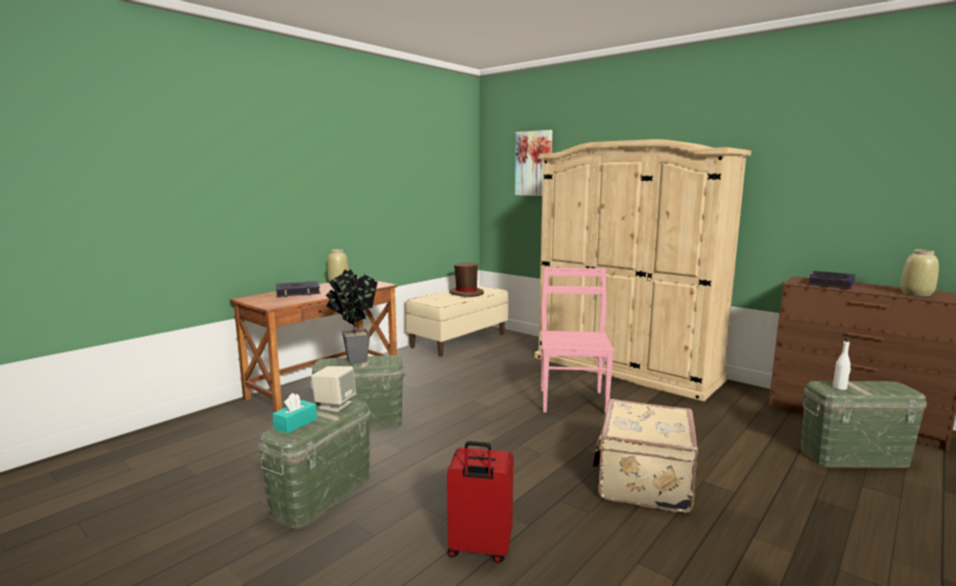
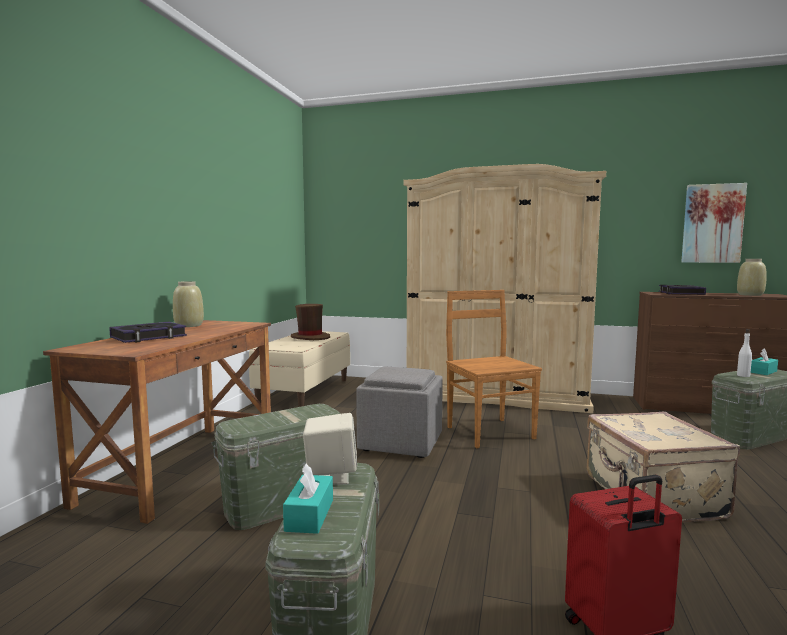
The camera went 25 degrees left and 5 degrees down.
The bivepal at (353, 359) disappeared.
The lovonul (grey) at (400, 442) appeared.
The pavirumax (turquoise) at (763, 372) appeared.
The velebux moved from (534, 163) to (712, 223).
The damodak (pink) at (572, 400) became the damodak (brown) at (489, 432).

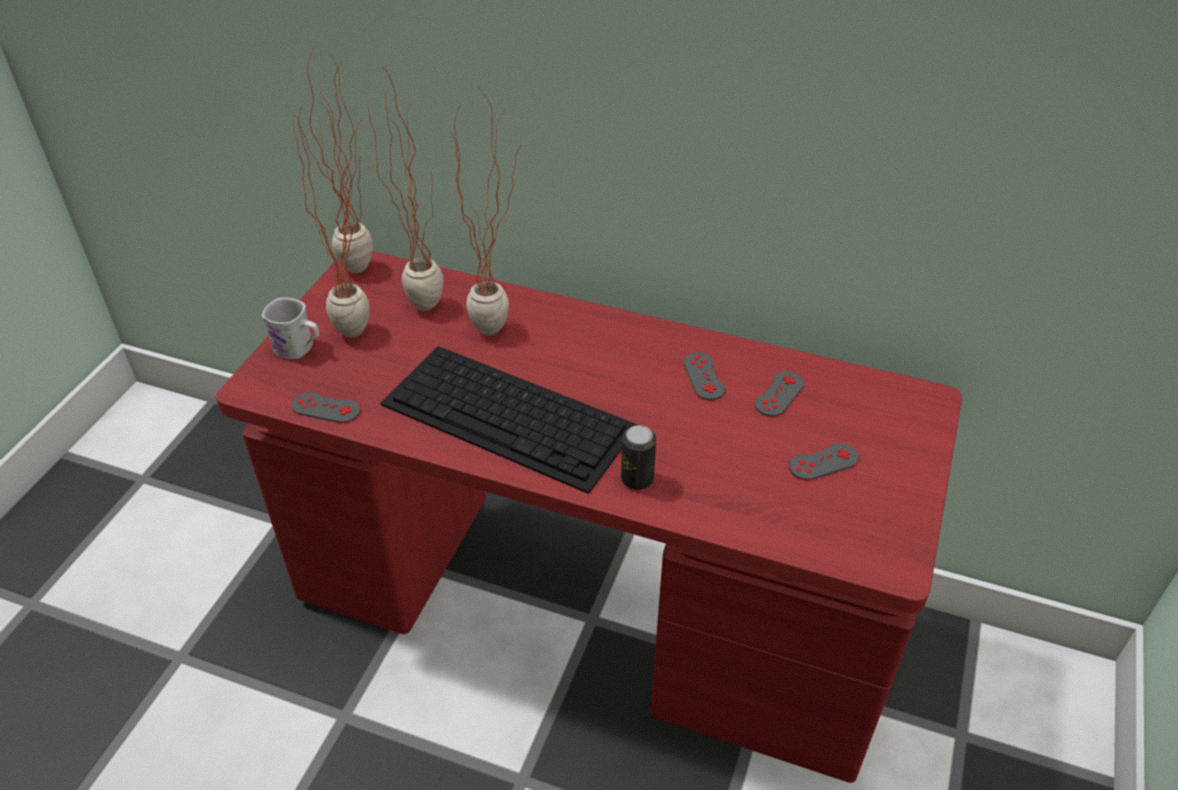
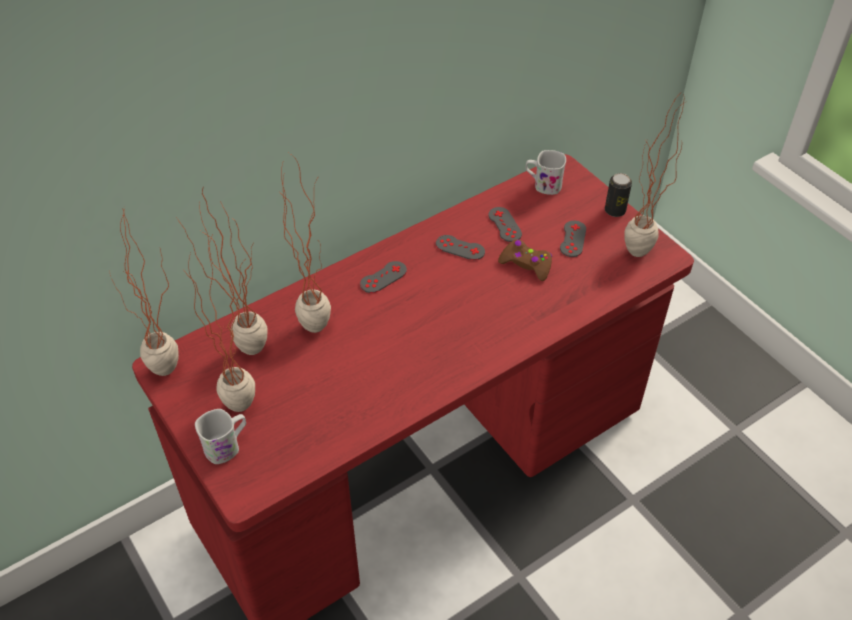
The camera went 55 degrees left and 5 degrees up.
The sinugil at (510, 415) disappeared.
The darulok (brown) at (526, 264) appeared.
The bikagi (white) at (543, 185) appeared.
The bivepal at (635, 259) appeared.
The darulok (grey) moved from (326, 408) to (383, 277).
The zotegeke moved from (637, 479) to (615, 210).

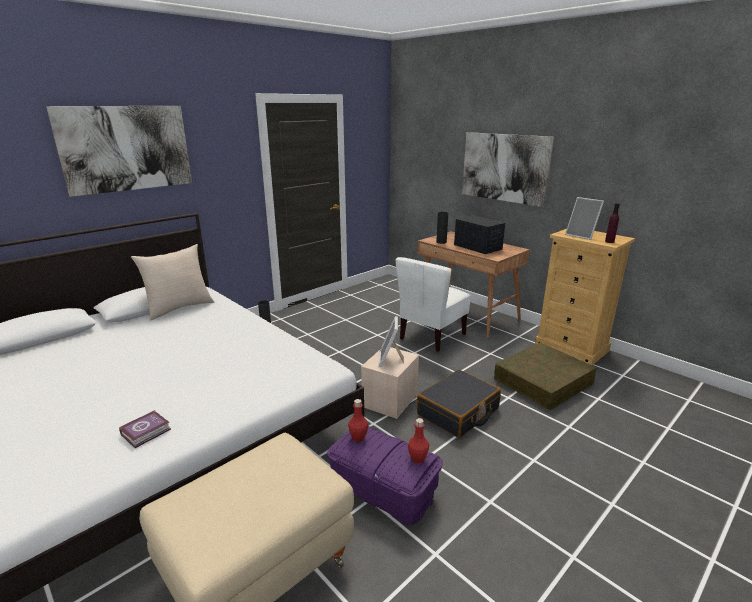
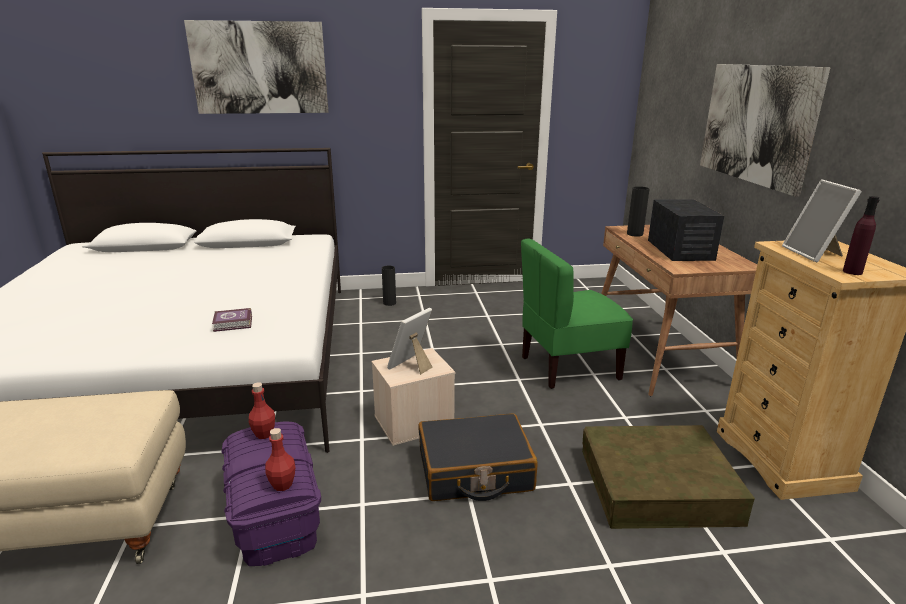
The camera went 35 degrees right and 0 degrees up.
The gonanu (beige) at (179, 308) disappeared.
The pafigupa moved from (147, 432) to (234, 324).
The damodak (white) at (431, 336) became the damodak (green) at (568, 367).

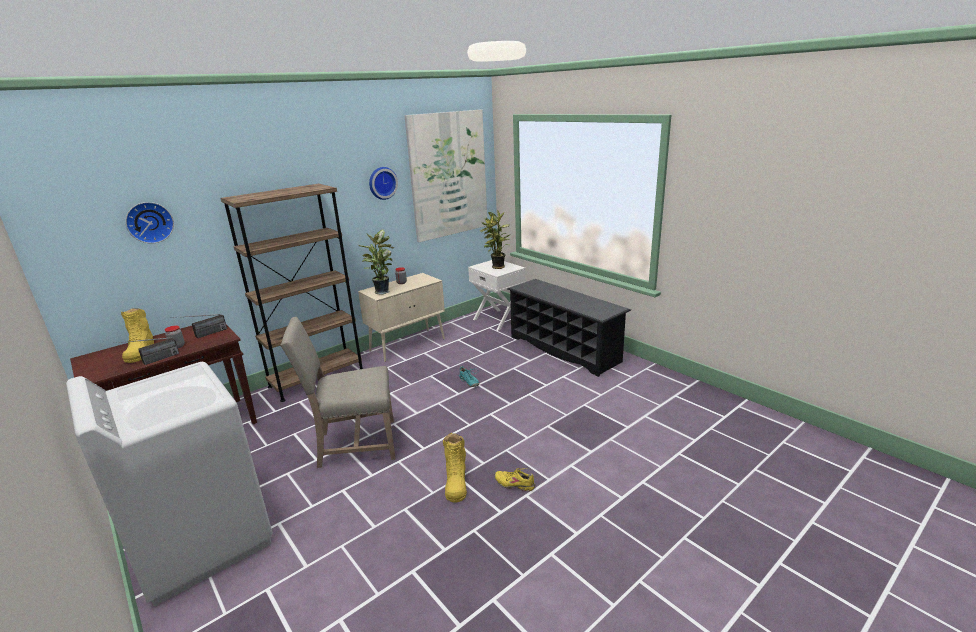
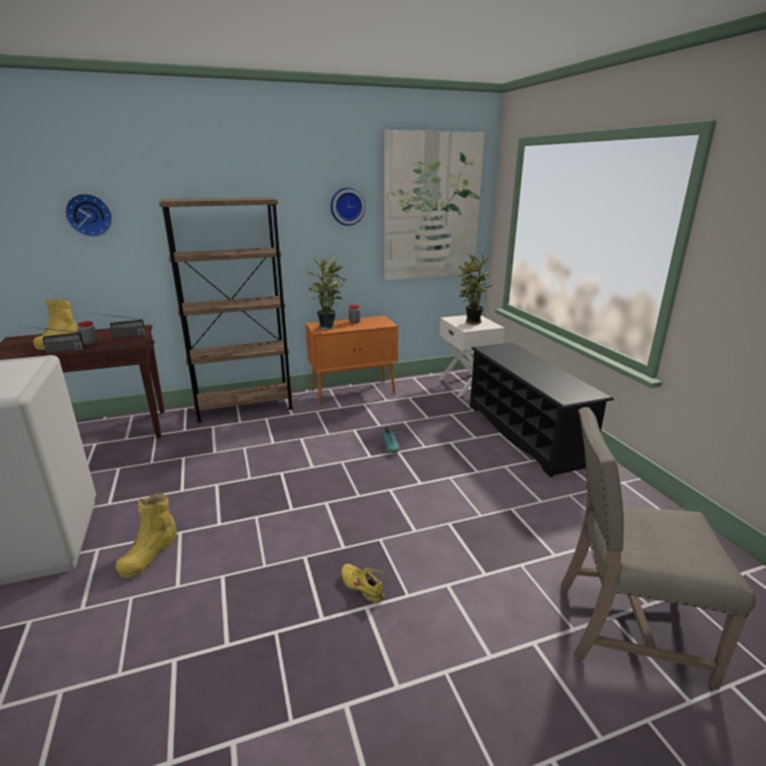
The camera went 20 degrees right and 0 degrees up.
The damodak (beige) moved from (354, 444) to (624, 627).
The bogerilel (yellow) moved from (456, 482) to (149, 553).
The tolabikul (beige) at (408, 345) became the tolabikul (orange) at (354, 392).

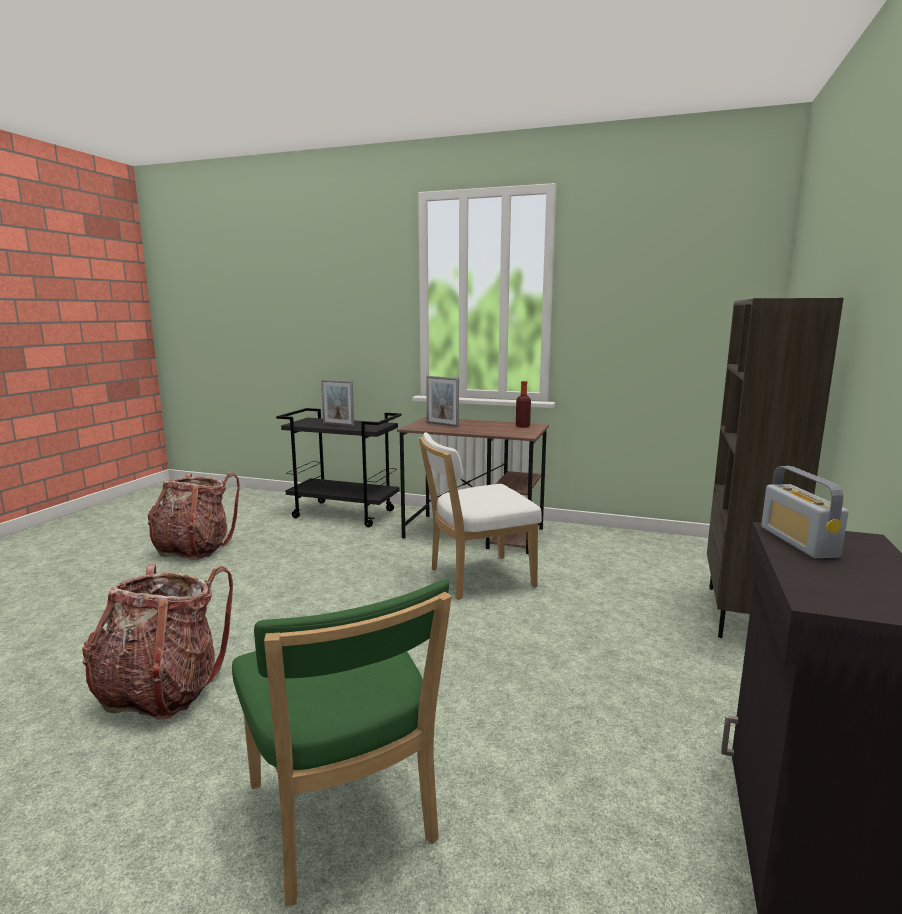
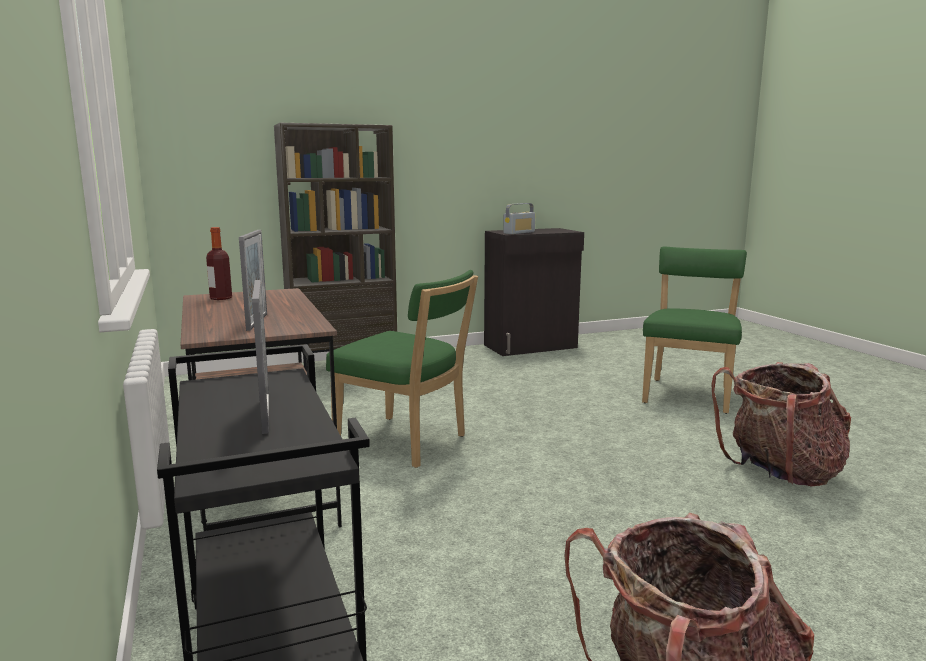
The camera went 130 degrees left and 0 degrees up.
The damodak (white) at (476, 578) became the damodak (green) at (406, 443).

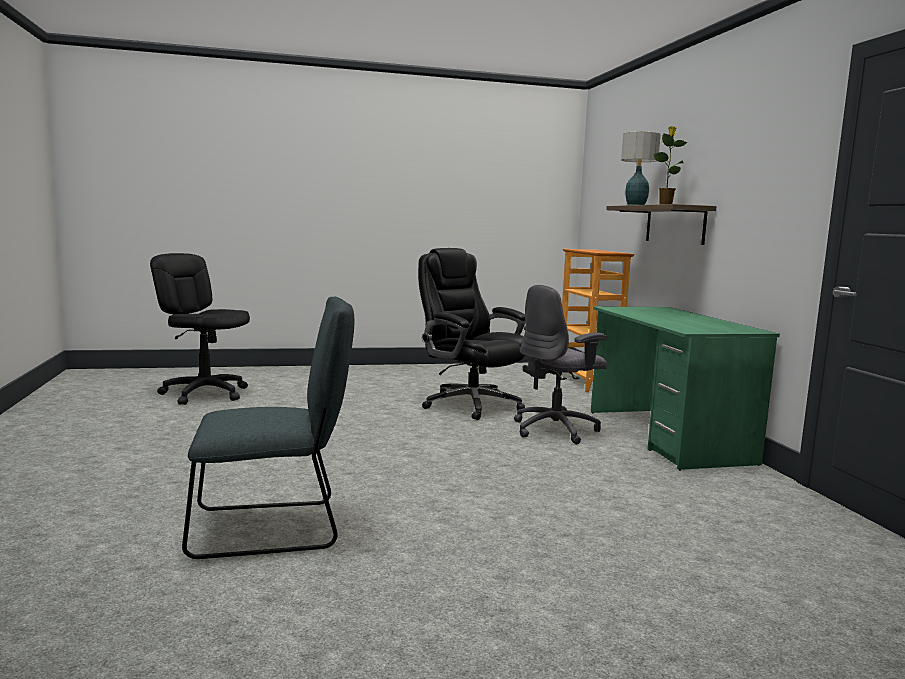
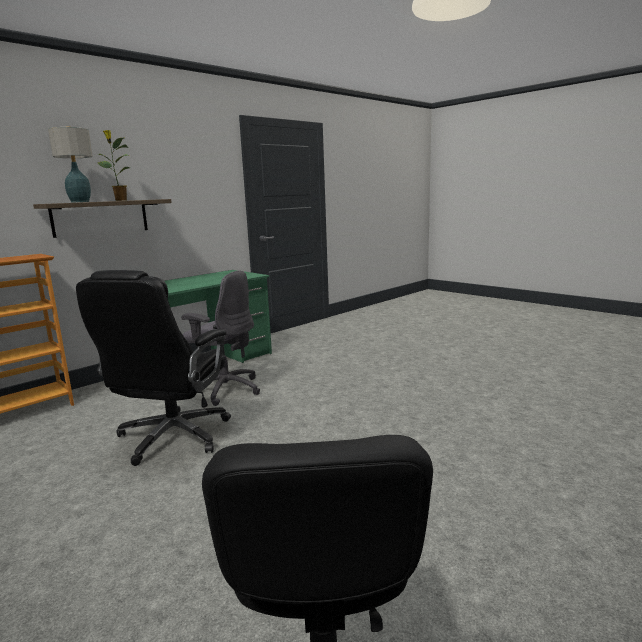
The camera went 120 degrees left and 5 degrees up.
The damodak (grey) at (273, 528) disappeared.

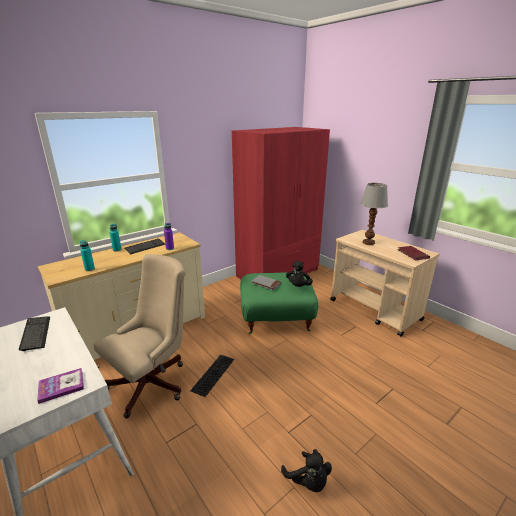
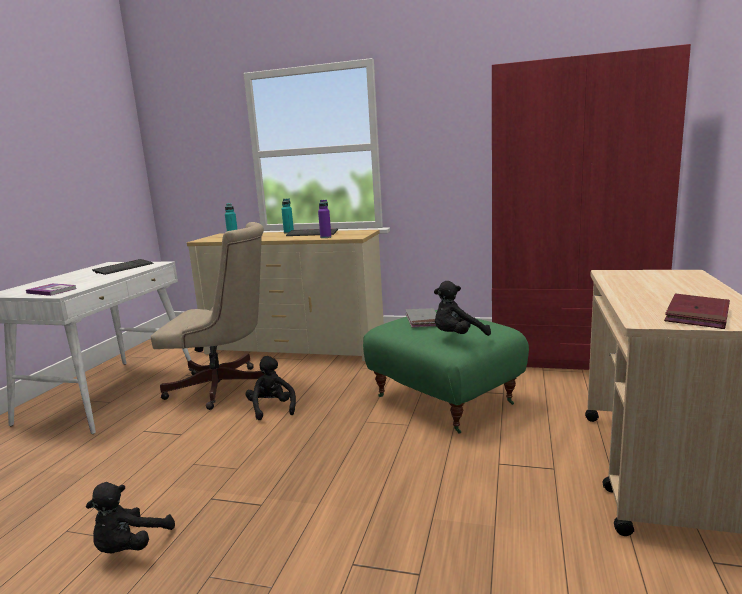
The camera went 55 degrees right and 10 degrees down.
The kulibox at (368, 242) disappeared.
The sinugil at (212, 373) was replaced by the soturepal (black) at (272, 408).

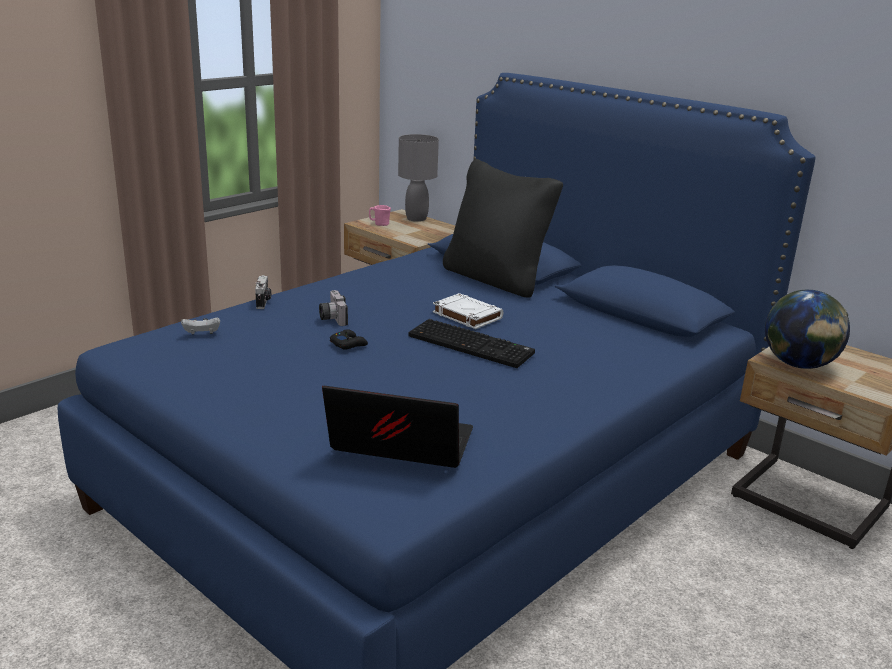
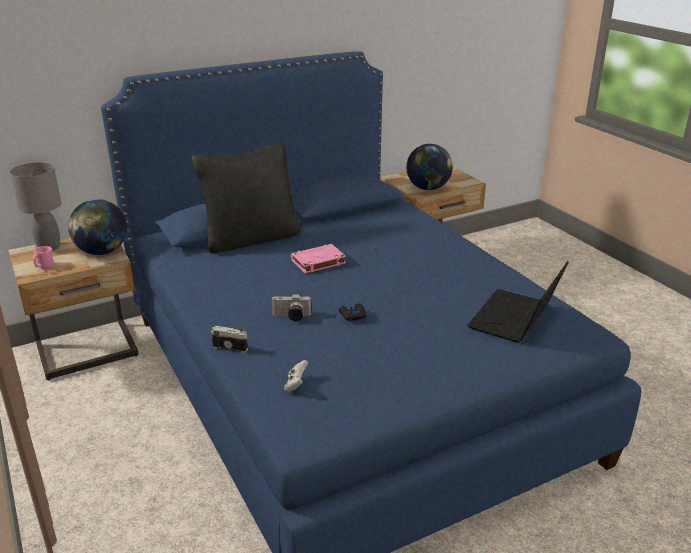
The camera went 70 degrees left and 5 degrees up.
The sinugil at (472, 345) disappeared.
The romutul at (102, 252) appeared.
The pafigupa (white) at (466, 315) became the pafigupa (pink) at (318, 262).

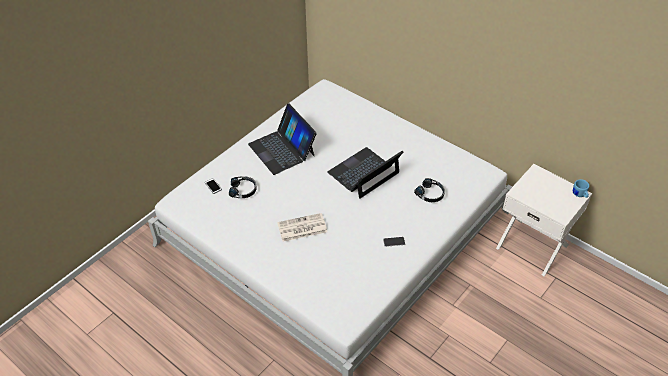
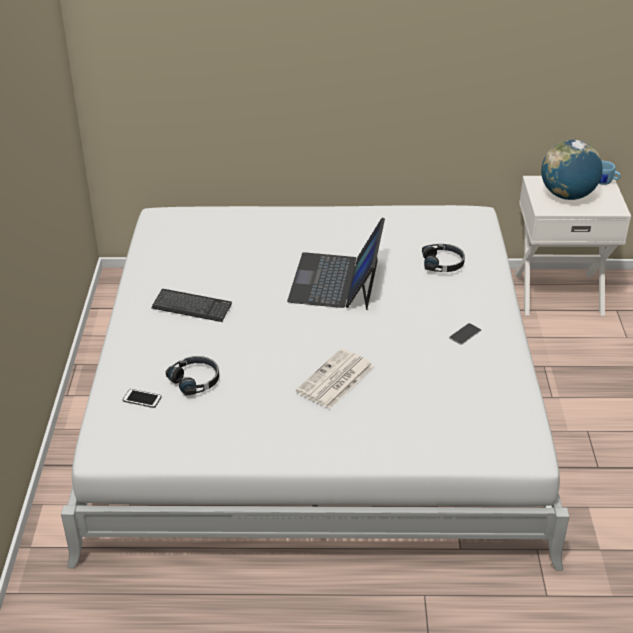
The camera went 40 degrees left and 10 degrees down.
The romutul at (567, 195) appeared.
The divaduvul at (282, 149) was replaced by the sinugil at (192, 307).

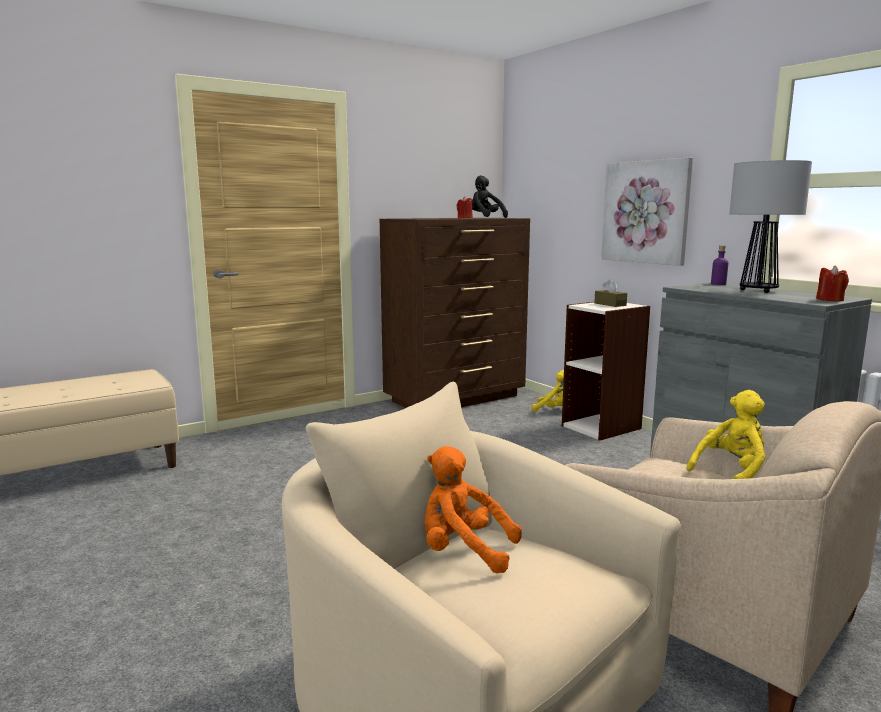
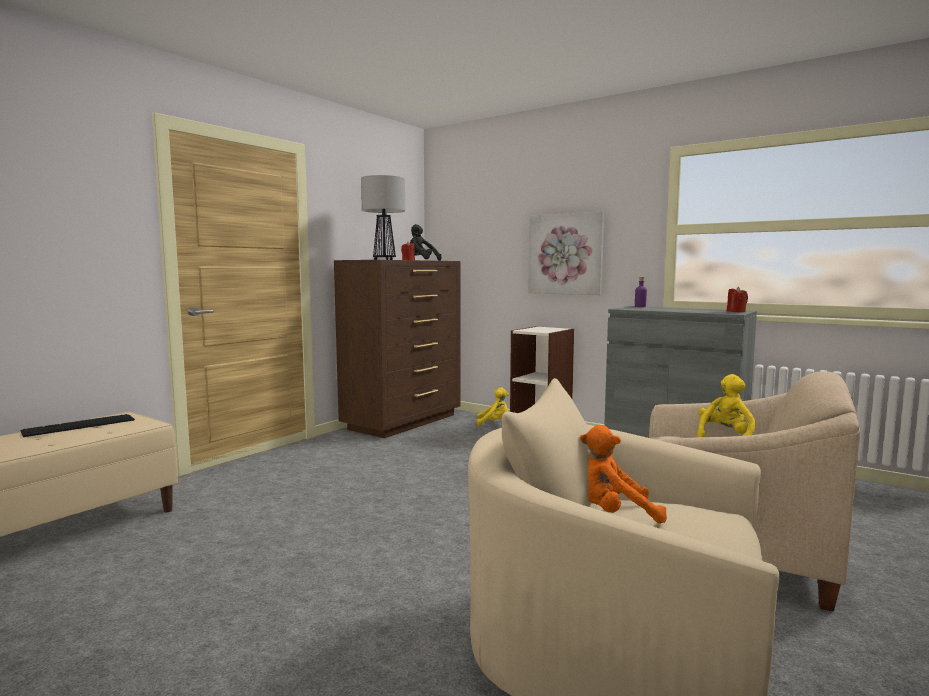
The camera went 20 degrees left and 5 degrees down.
The pavirumax (brown) at (610, 304) disappeared.
The sinugil at (79, 425) appeared.
The kulibox moved from (758, 290) to (384, 259).

